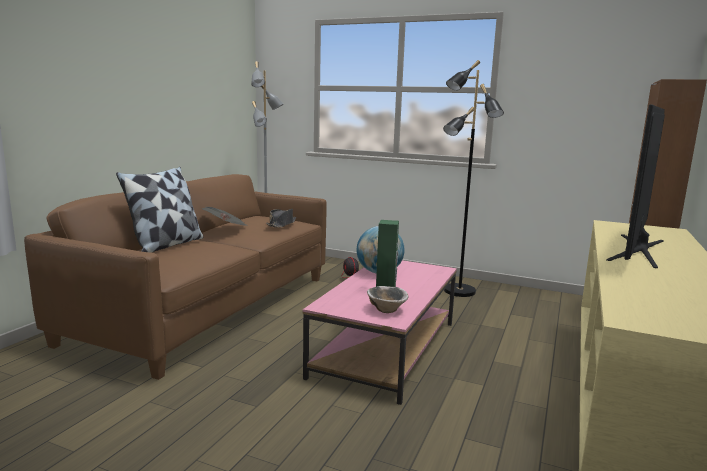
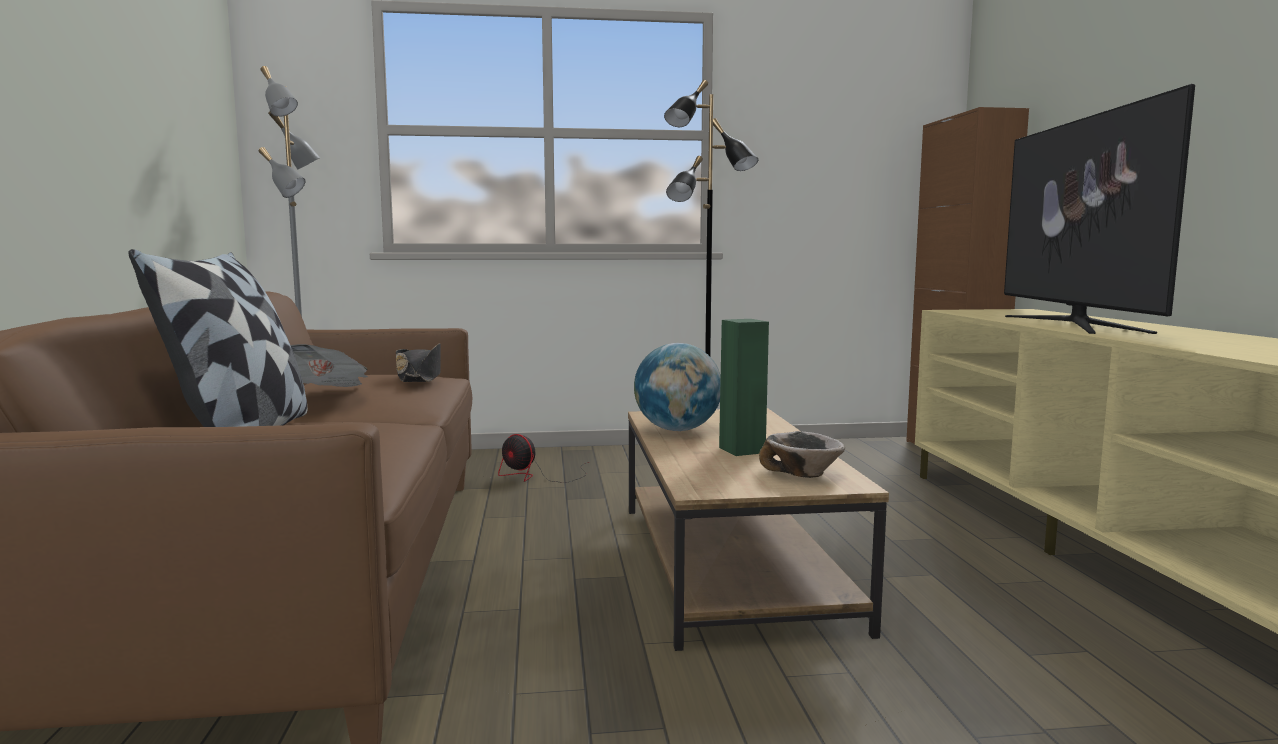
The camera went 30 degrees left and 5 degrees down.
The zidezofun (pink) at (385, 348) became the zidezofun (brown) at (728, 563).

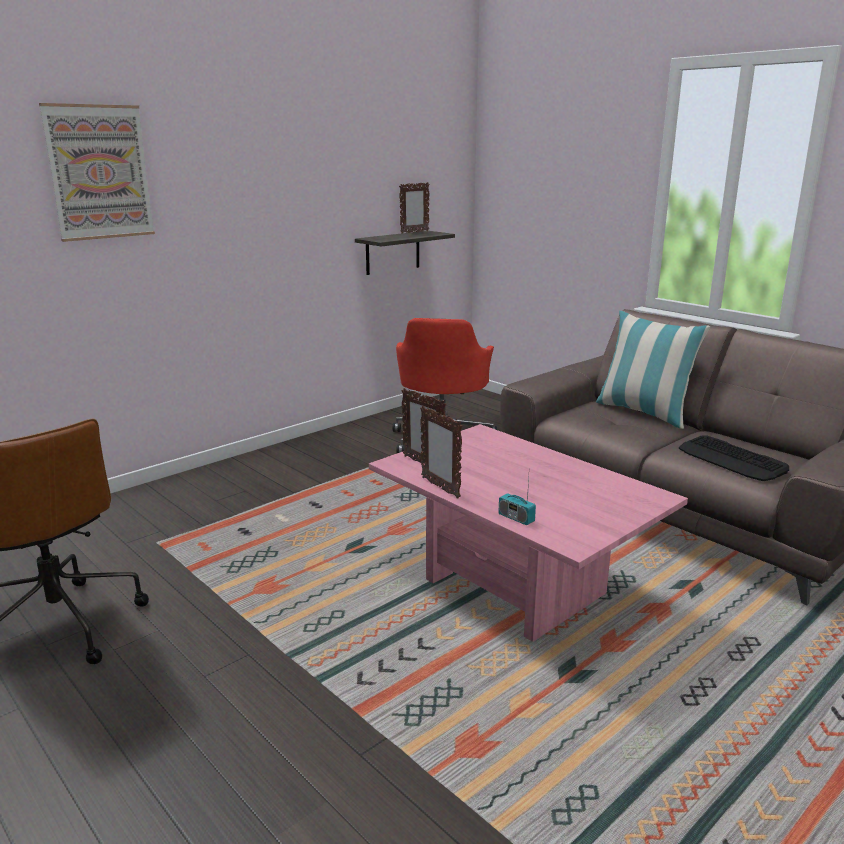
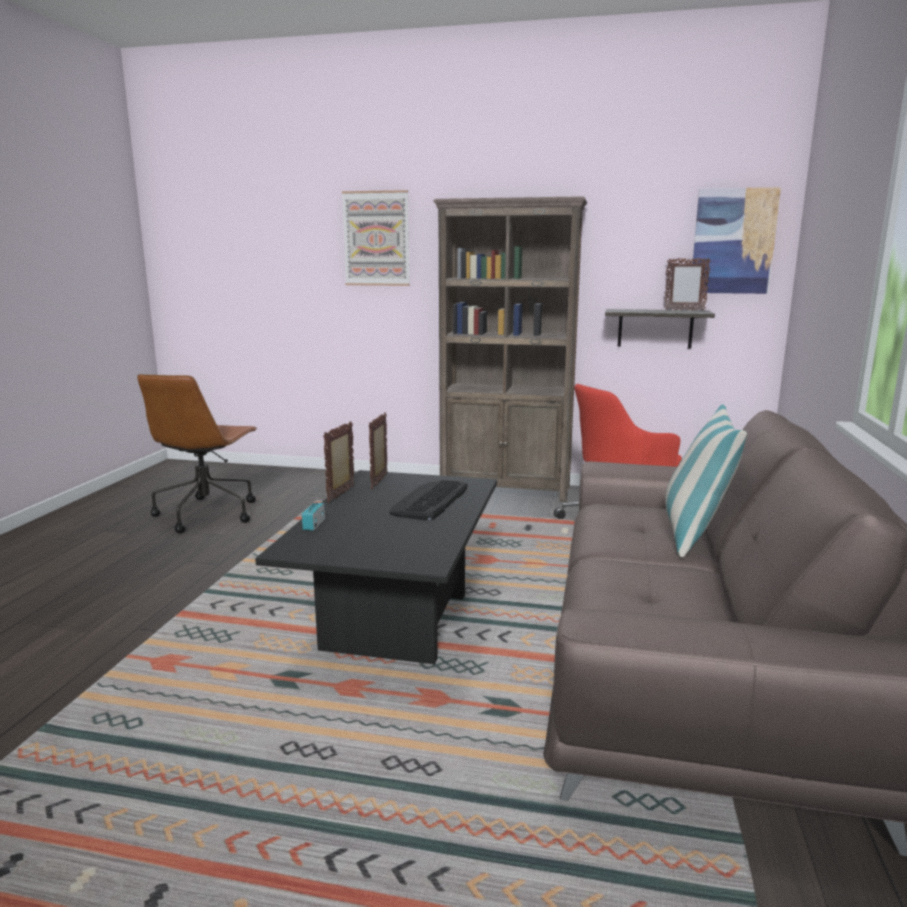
The camera went 55 degrees right and 5 degrees down.
The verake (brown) at (506, 490) appeared.
The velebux at (733, 241) appeared.
The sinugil moved from (732, 460) to (429, 501).
The zidezofun (pink) at (514, 587) became the zidezofun (black) at (396, 621).

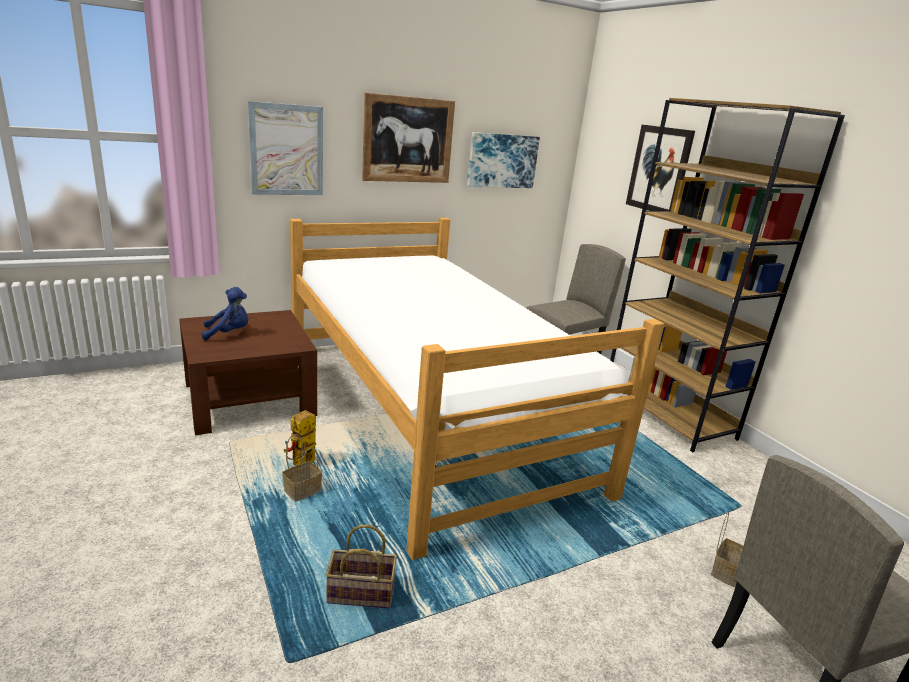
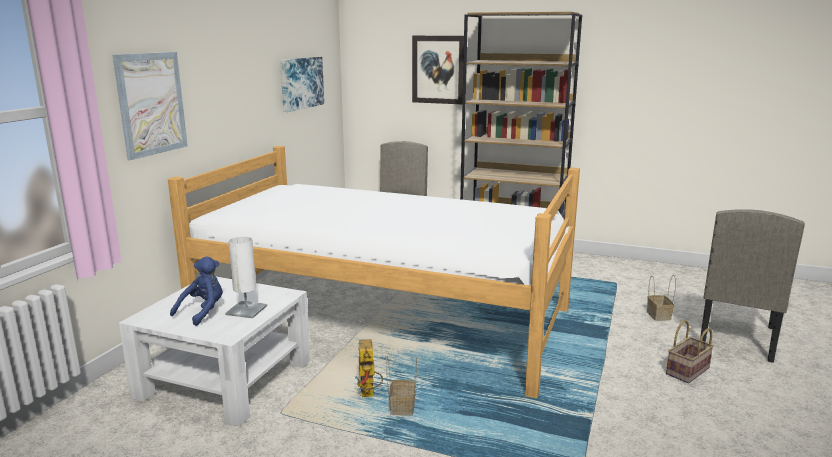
The camera went 40 degrees left and 5 degrees down.
The velebux at (408, 140) disappeared.
The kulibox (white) at (246, 310) appeared.
The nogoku moved from (359, 594) to (688, 372).
The zidezofun (brown) at (249, 398) became the zidezofun (white) at (225, 378).

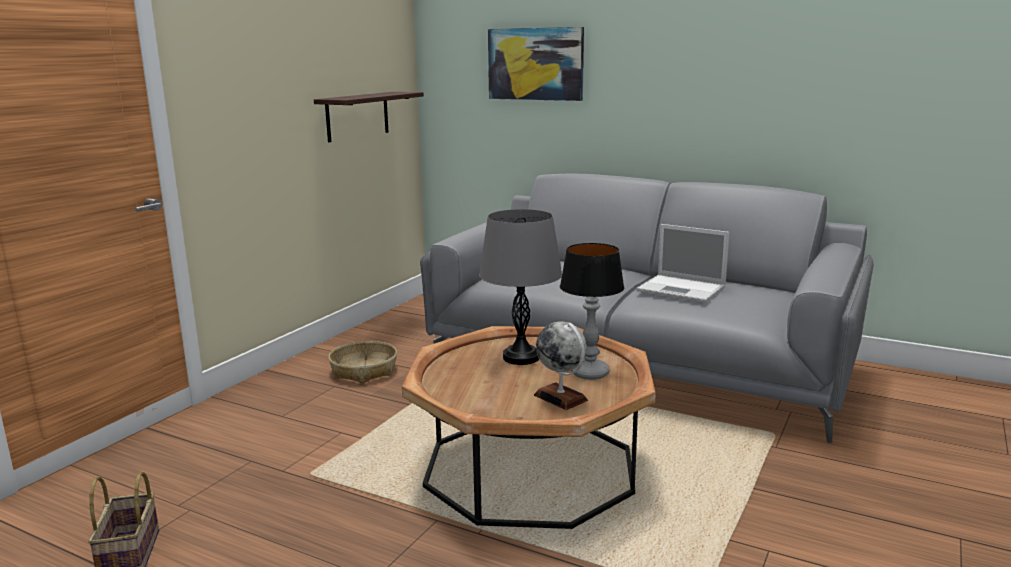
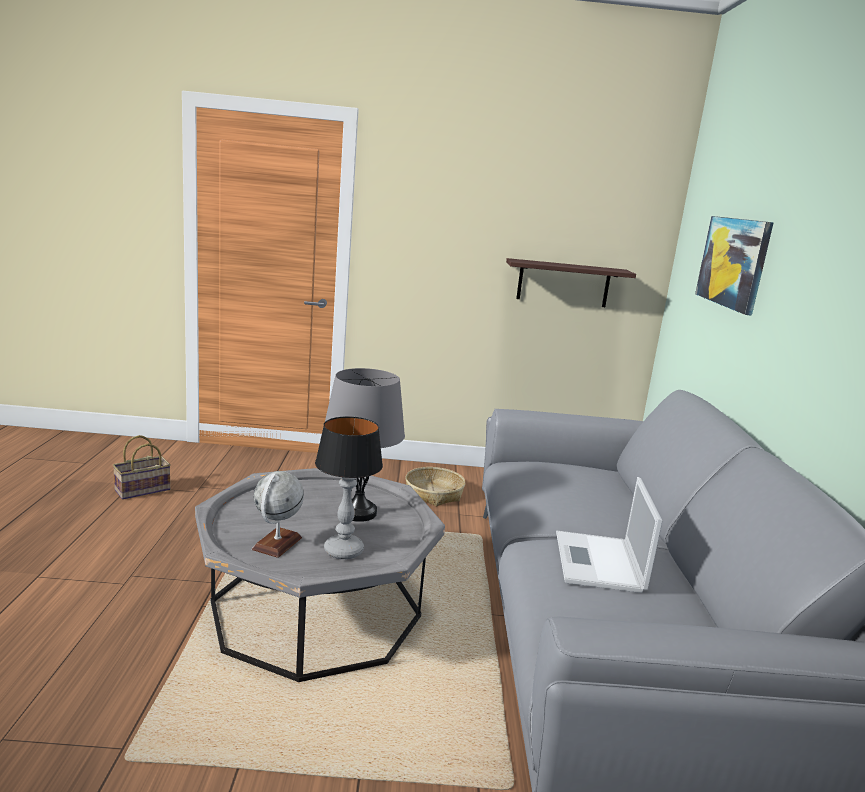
The camera went 60 degrees right and 0 degrees up.
The zidezofun (brown) at (530, 469) became the zidezofun (grey) at (316, 610).

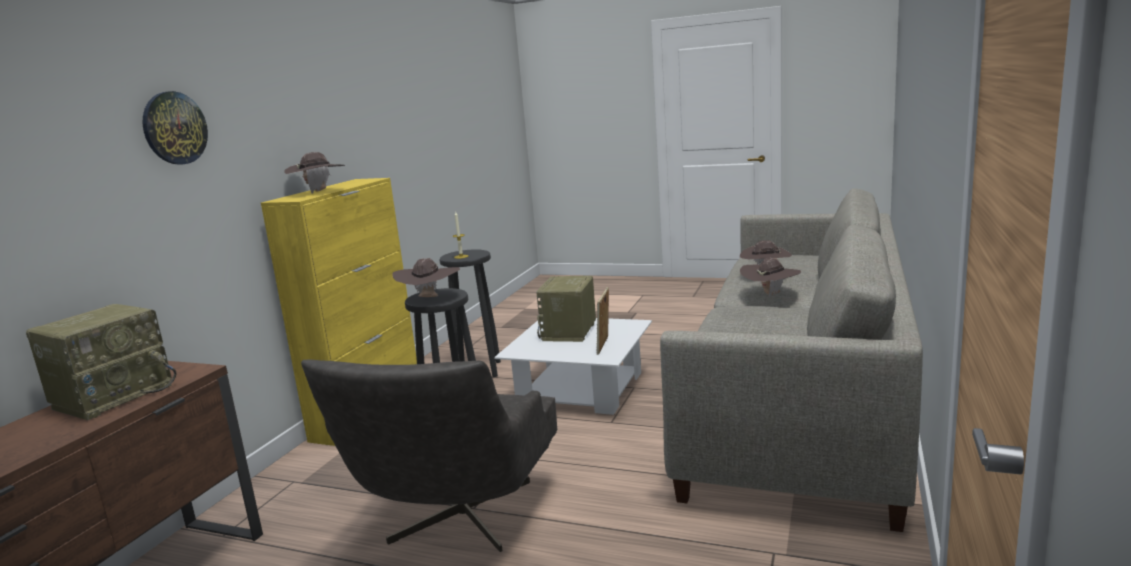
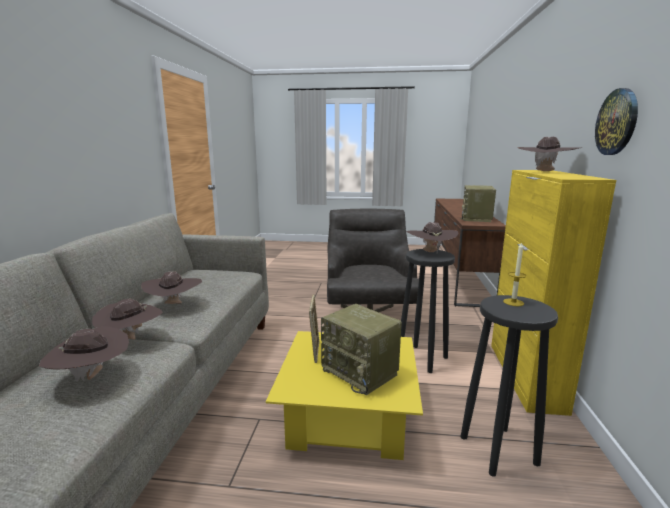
The camera went 165 degrees right and 0 degrees up.
The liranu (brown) at (174, 305) appeared.
The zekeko moved from (174, 128) to (617, 122).
The zidezofun (white) at (580, 389) became the zidezofun (yellow) at (348, 416).
The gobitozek at (569, 332) turned 135 degrees clockwise.

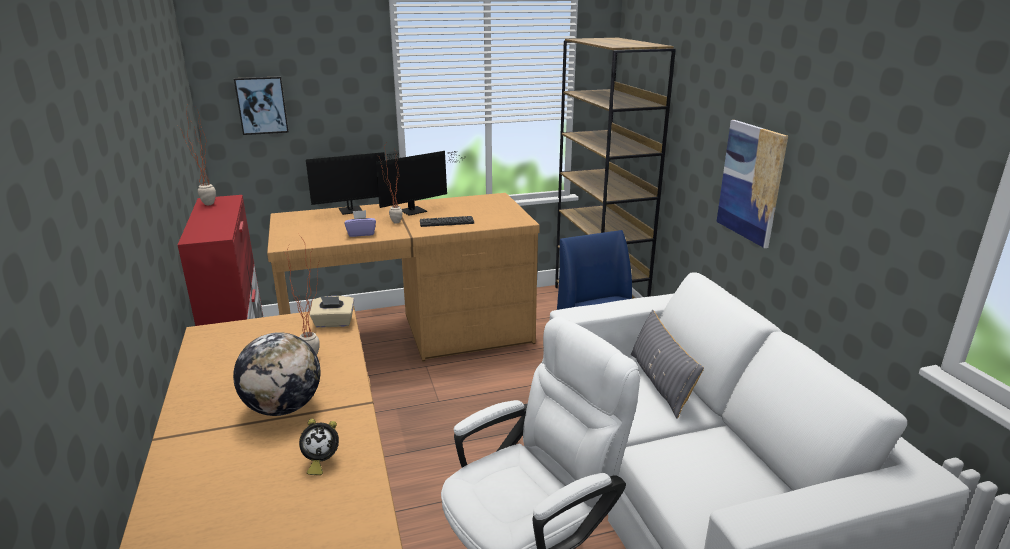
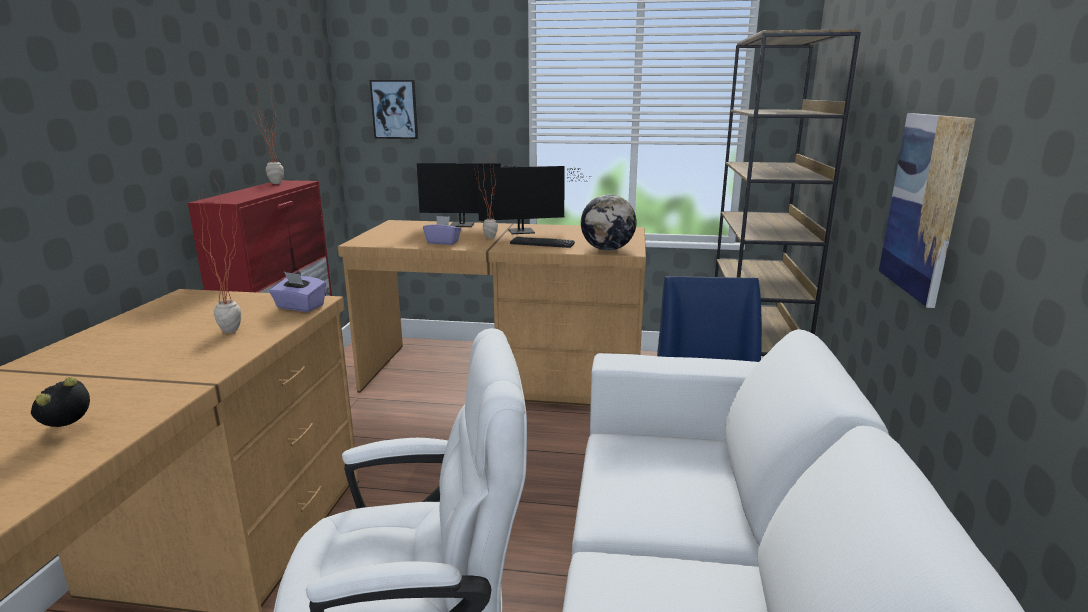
The camera went 25 degrees right and 5 degrees down.
The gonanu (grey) at (660, 383) disappeared.
The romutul moved from (283, 407) to (607, 249).
The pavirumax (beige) at (333, 323) became the pavirumax (purple) at (300, 307).
The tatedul at (320, 462) turned 105 degrees clockwise.

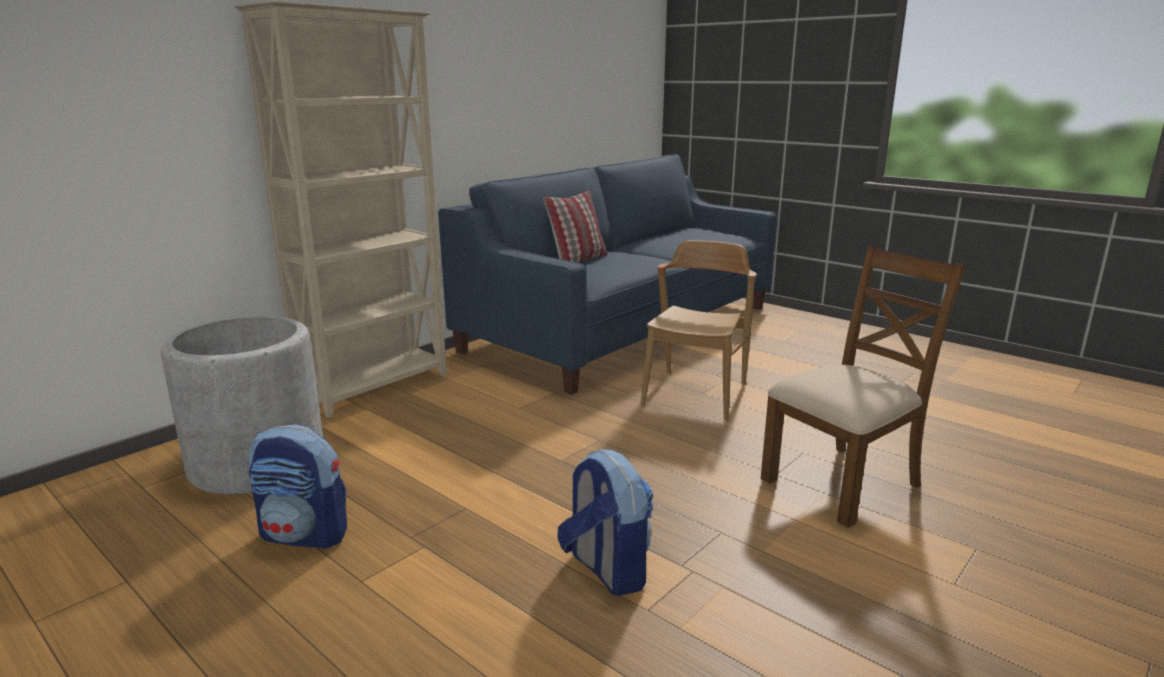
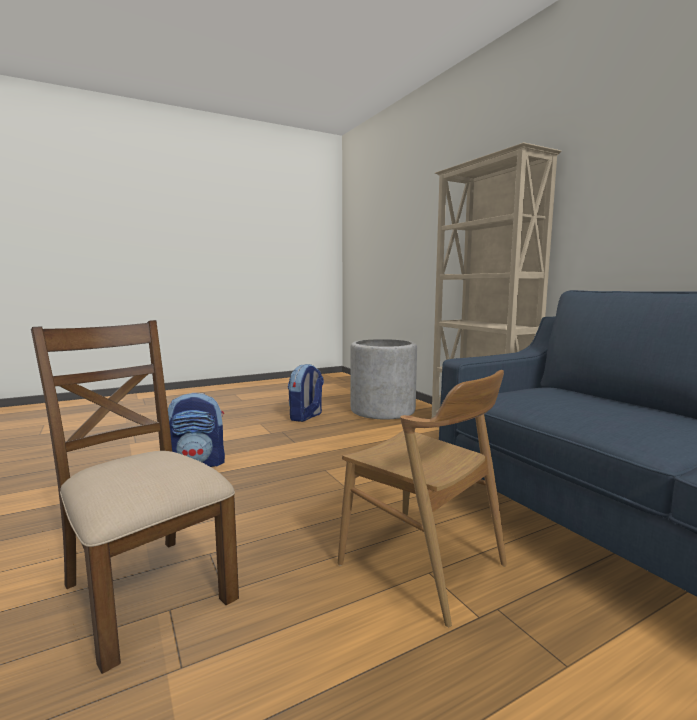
The camera went 110 degrees right and 10 degrees down.
The gonanu at (577, 260) disappeared.
The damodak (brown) at (843, 482) turned 150 degrees clockwise.

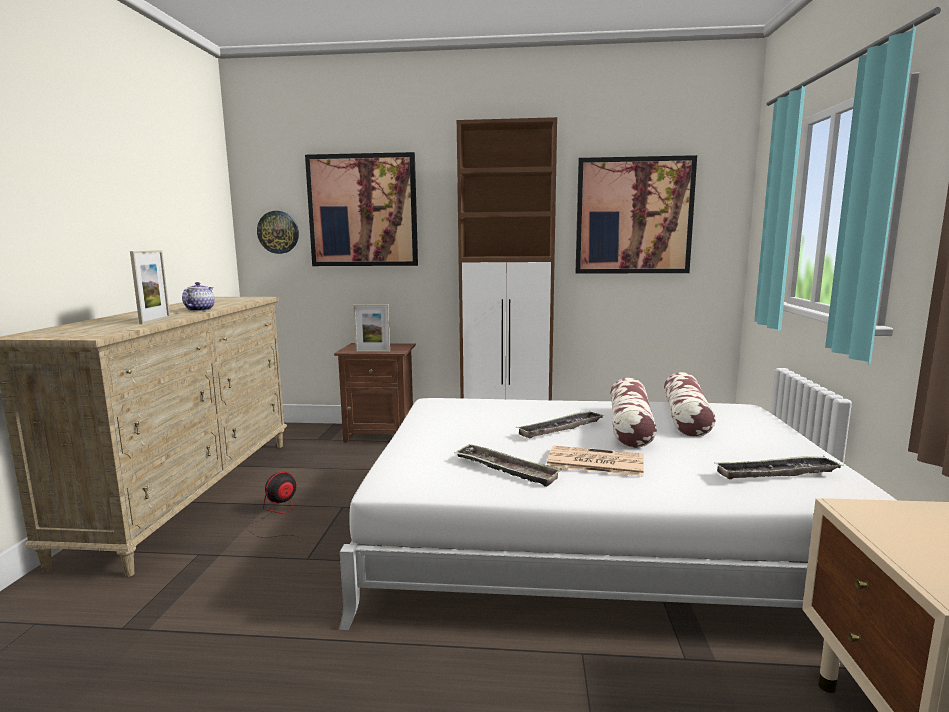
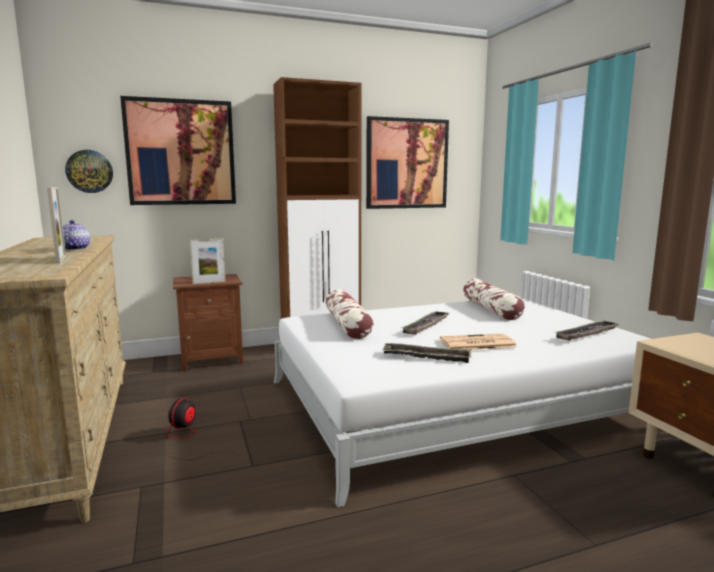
The camera went 25 degrees left and 0 degrees up.
The gonanu moved from (630, 426) to (347, 325).

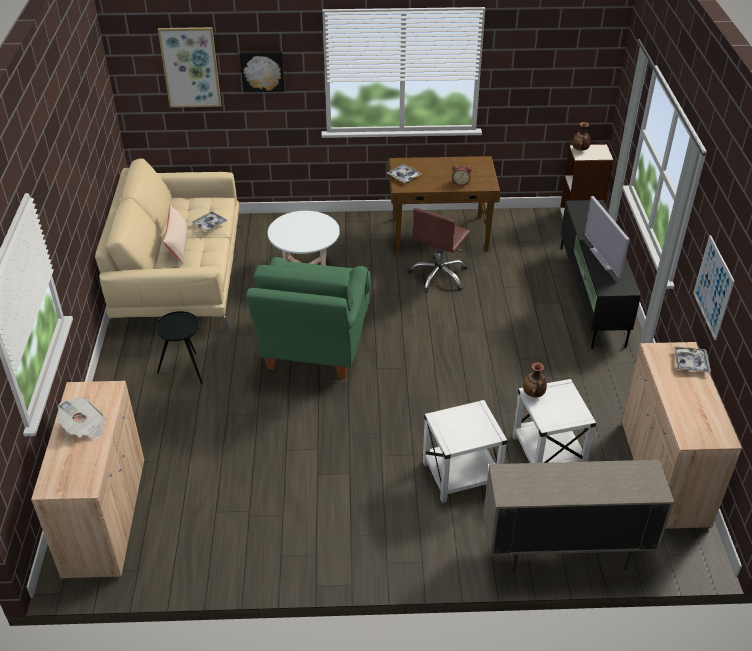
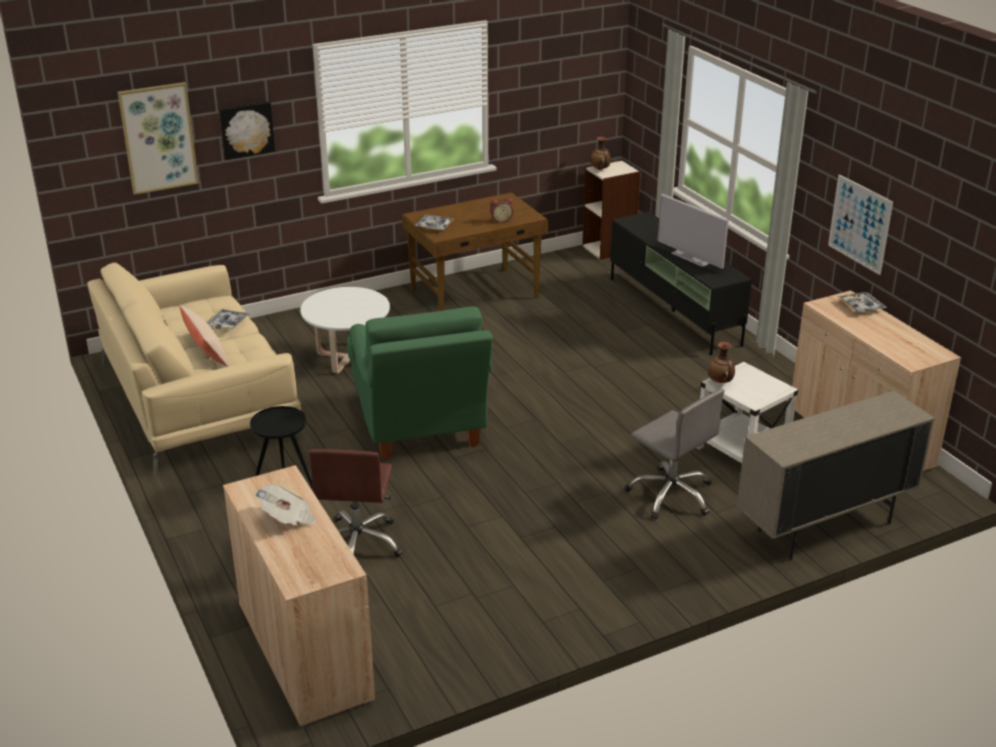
The camera went 25 degrees left and 10 degrees down.
The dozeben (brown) moved from (439, 276) to (358, 544).
The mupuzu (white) at (460, 475) was replaced by the dozeben (grey) at (671, 495).

